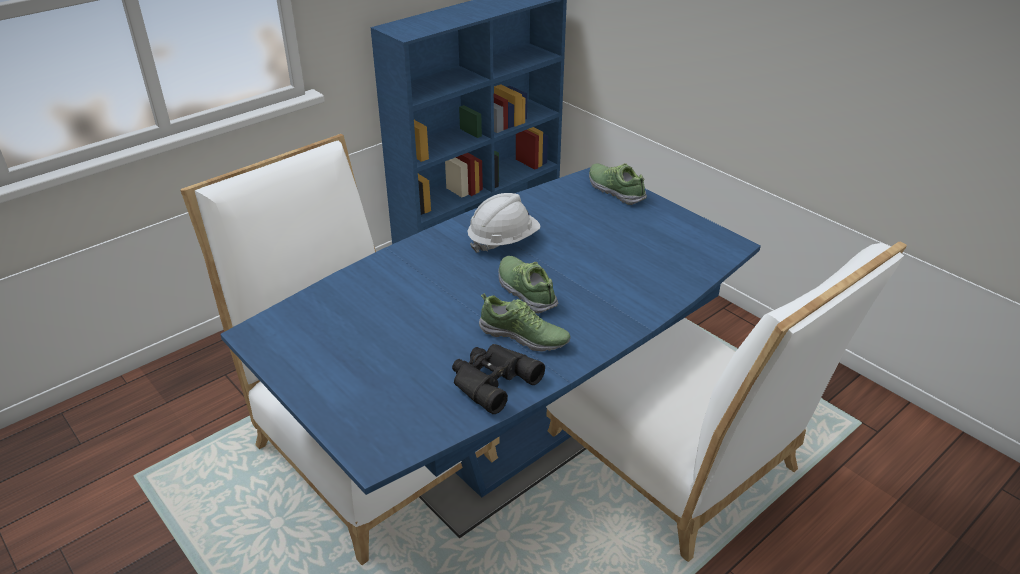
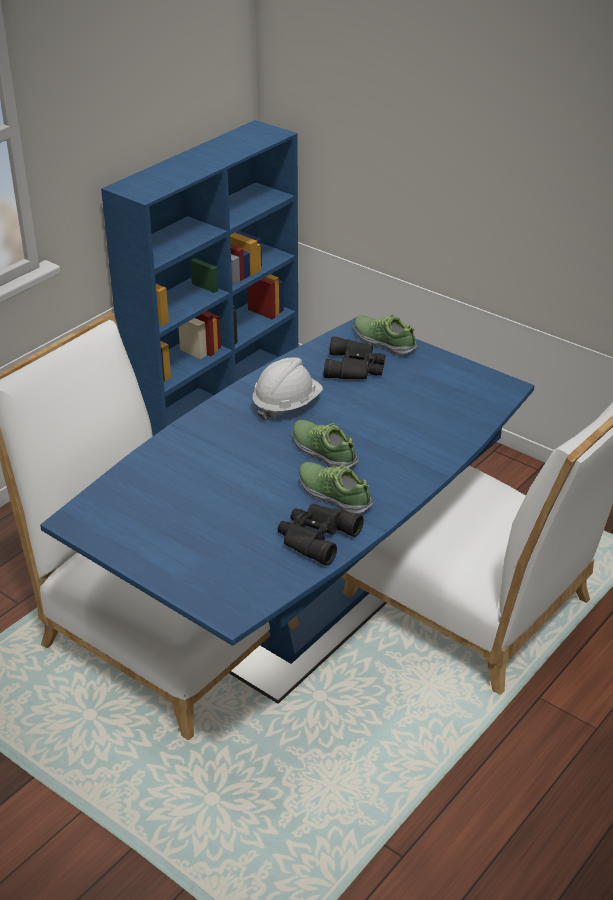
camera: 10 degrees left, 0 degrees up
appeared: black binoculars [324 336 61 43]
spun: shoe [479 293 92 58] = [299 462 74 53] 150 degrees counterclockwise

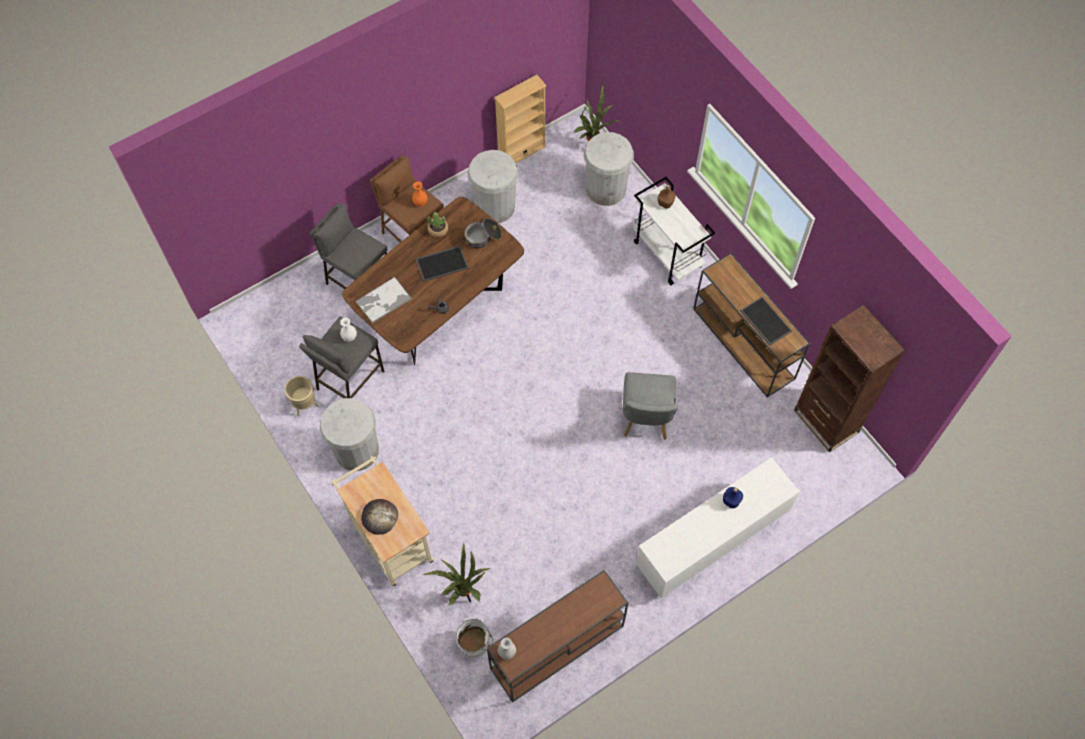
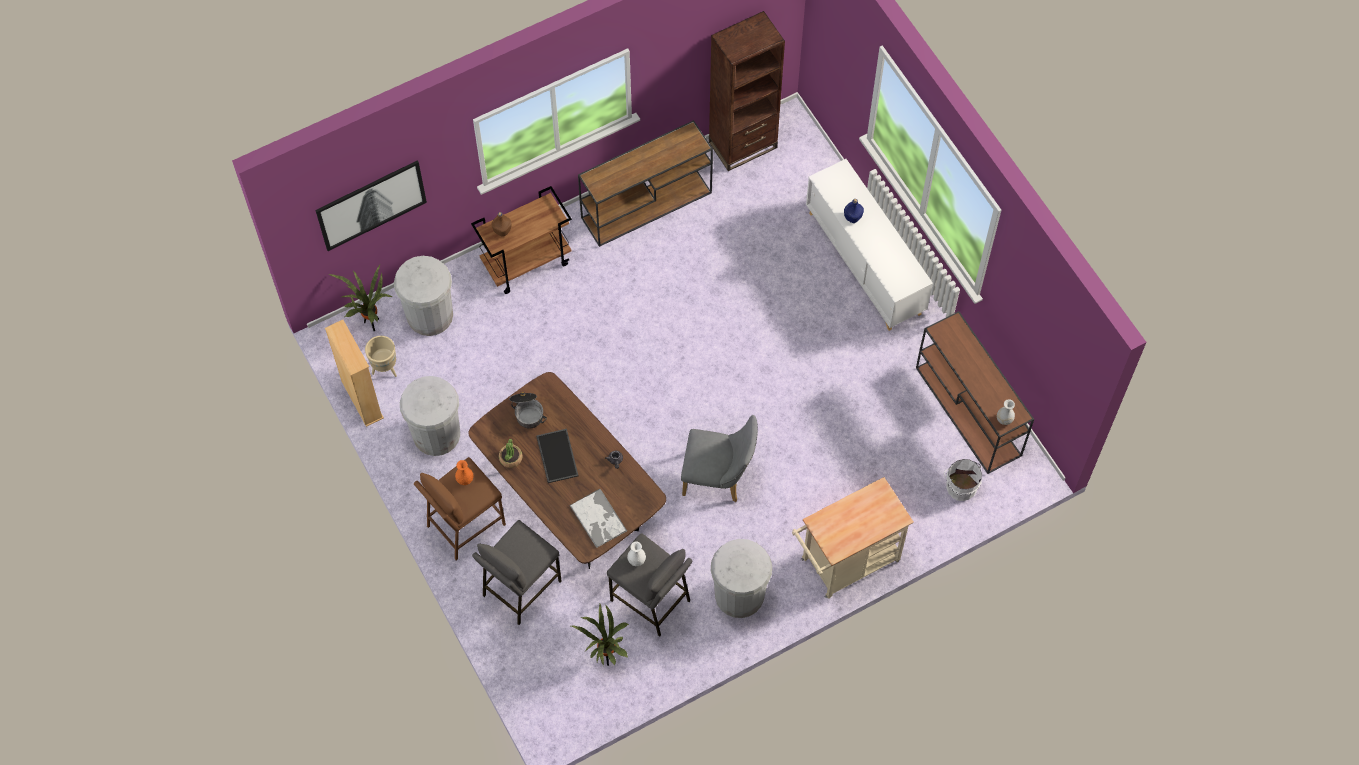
camera: 85 degrees left, 0 degrees up
missing: bakery bread [361 499 37 36]; serving tray [740 297 52 48]
appeared: wall picture [315 160 112 91]
relocated: beige-coloured flower pot [285 376 34 41] to [365 336 32 41]; plant in a pot [423 543 68 63] to [569 604 60 62]; grey plain chair [623 372 55 68] to [681 415 77 87]
colour: whitish trolley [633 177 82 108] to brown-coloured trolley [471 186 101 108]

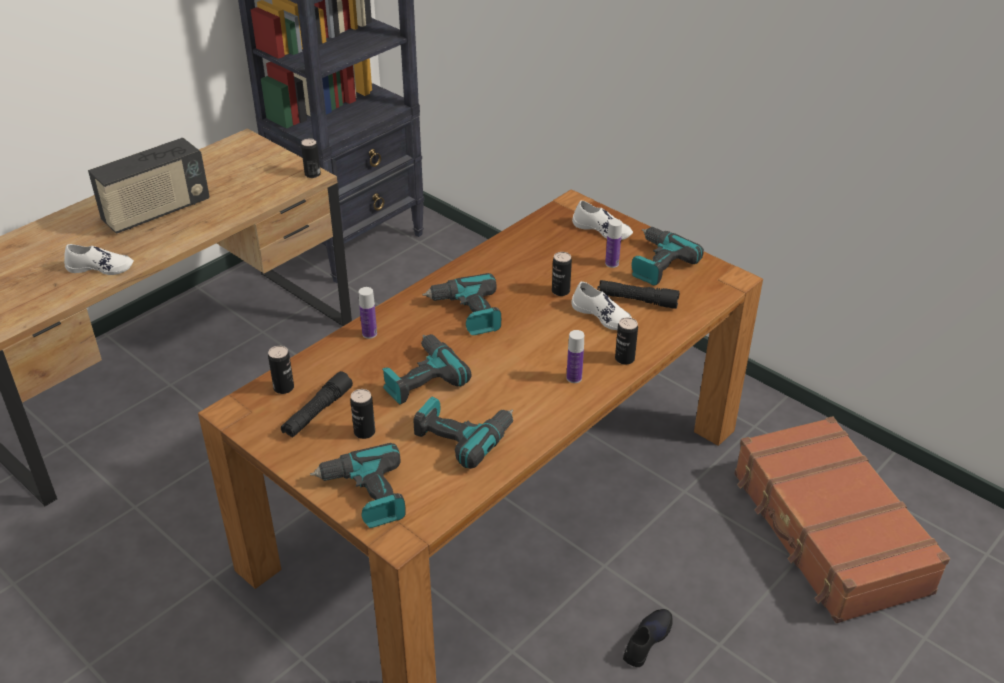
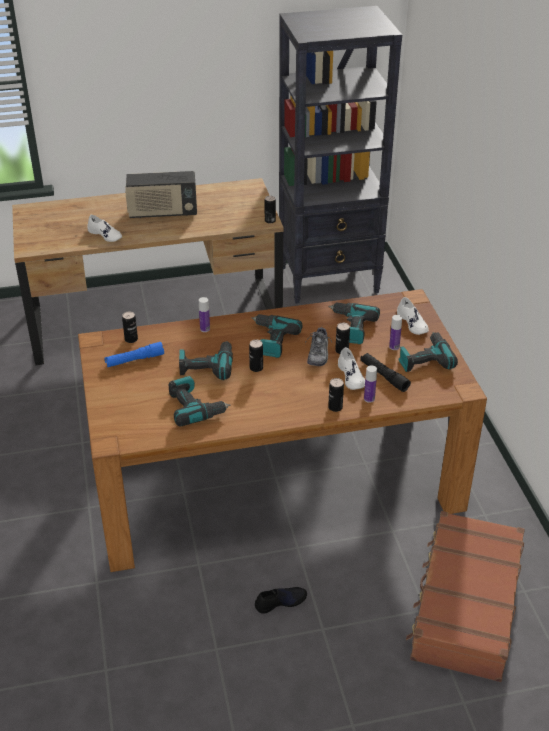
camera: 35 degrees right, 0 degrees up
appeared: shoe [305 327 27 39]
relocated: electric drill [310 443 96 85] to [329 302 51 42]; metal can [350 389 25 50] to [249 340 14 32]; drink bottle [566 330 18 53] to [364 365 13 38]
colour: black hand torch [281 371 72 67] to bluish hand torch [104 342 60 25]

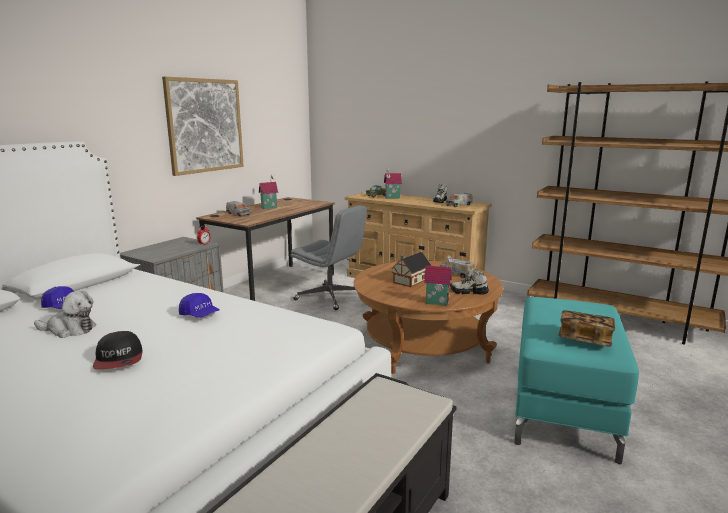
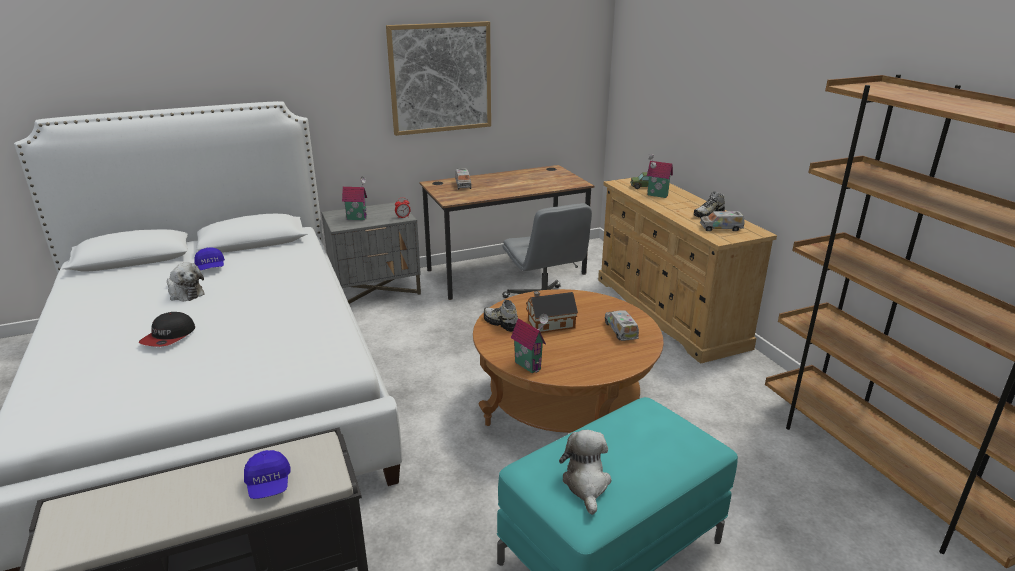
camera: 35 degrees right, 10 degrees up
relocated: bluish cap [179 293 41 25] to [244 450 47 49]; toy house [259 175 19 34] to [342 176 25 44]; shoe [450 269 39 26] to [484 300 34 32]
exchanged: book [558 310 57 37] to soft toy [559 430 52 85]

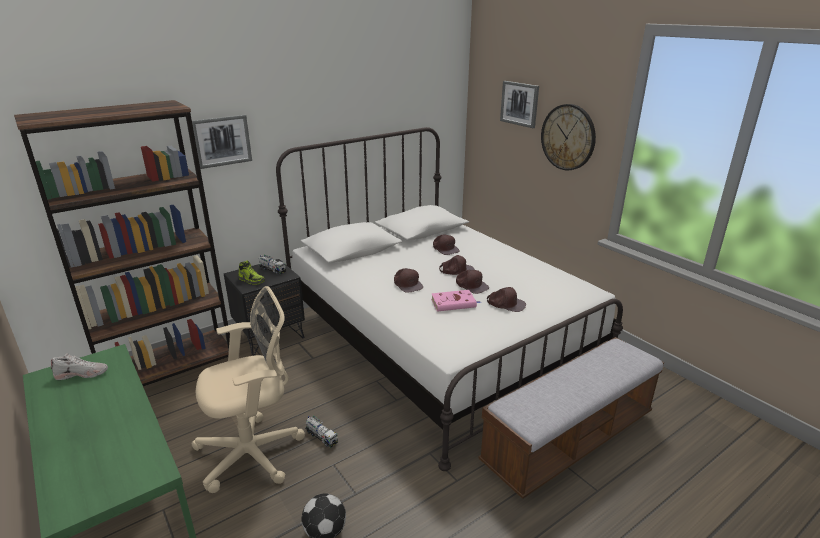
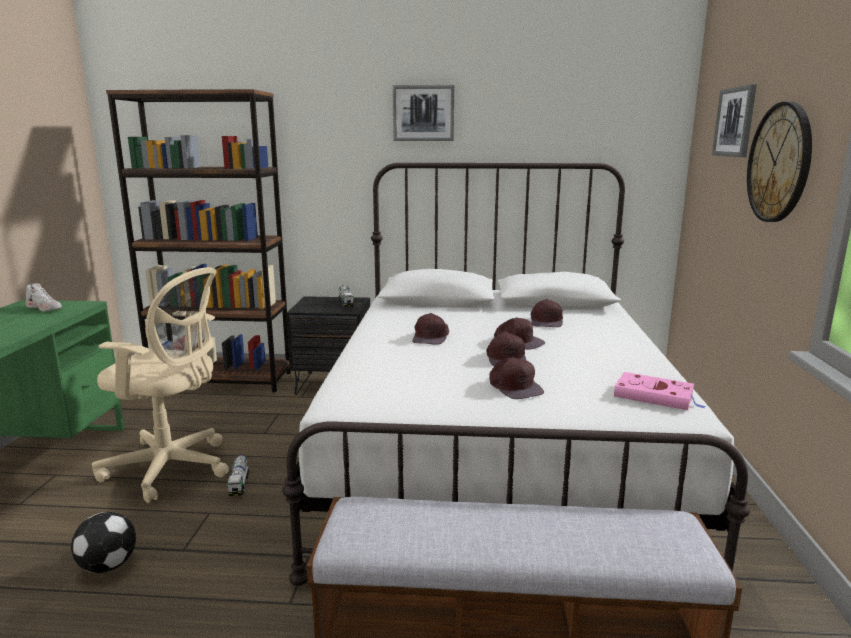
camera: 40 degrees right, 10 degrees down
missing: shoe [238 260 27 25]
relocated: wall picture [192 115 60 54] to [392 85 63 56]; pink-coloured book [431 290 50 22] to [614 372 92 38]

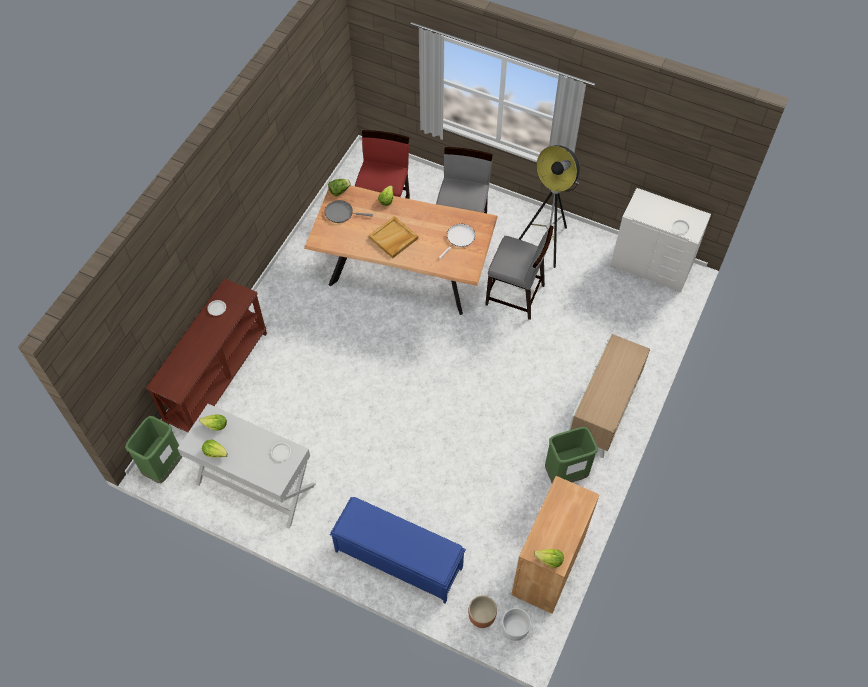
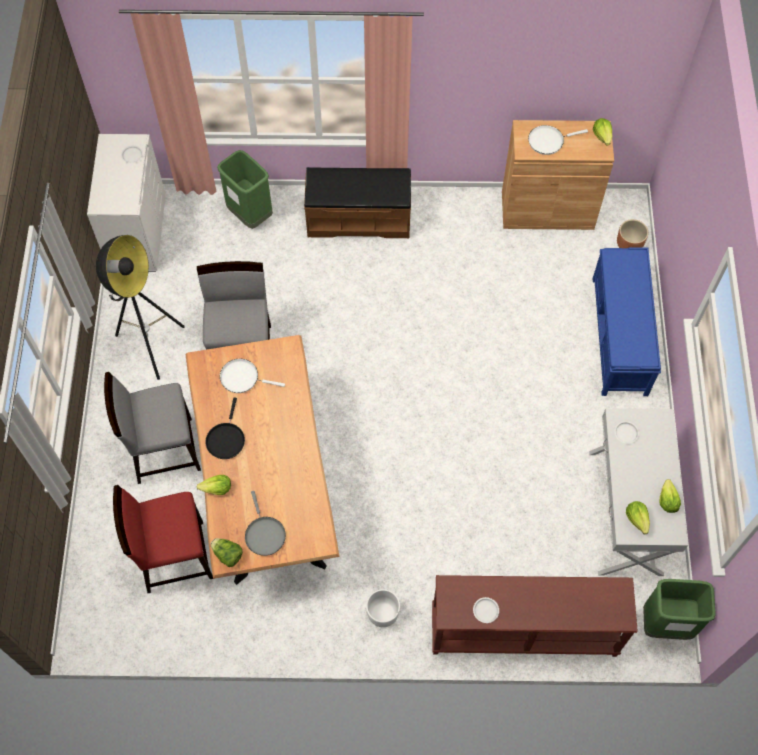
camera: 115 degrees left, 5 degrees up
missing: beige-coloured serving tray [369 216 49 42]
appeared: black pan [205 397 40 62]; whitish pan [528 125 60 30]
relocated: whitish flower pot [502 608 29 33] to [366 589 34 38]; greenish trash can [545 427 53 56] to [217 150 56 79]
exchanged: cupboard [569 333 81 125] to brown-coloured long seat [304 167 107 72]

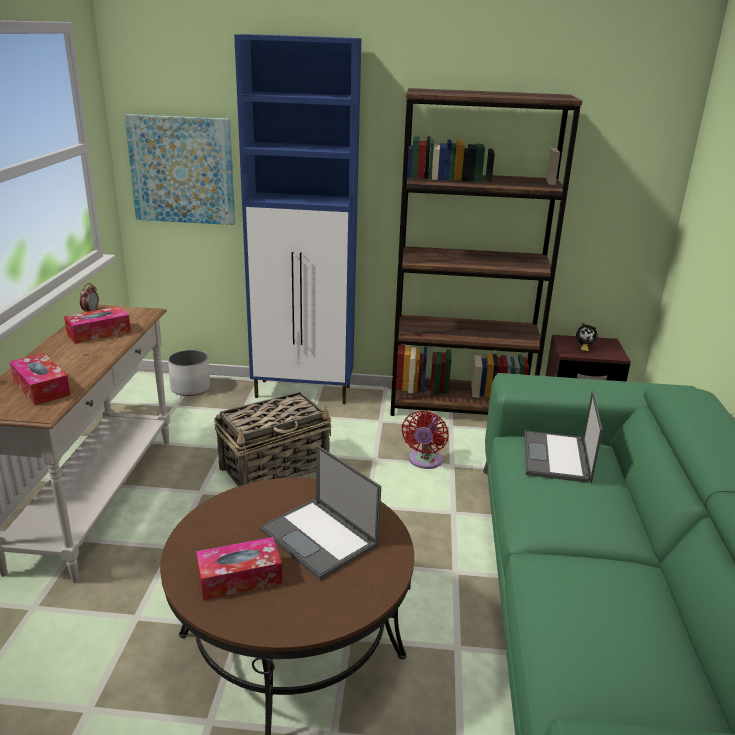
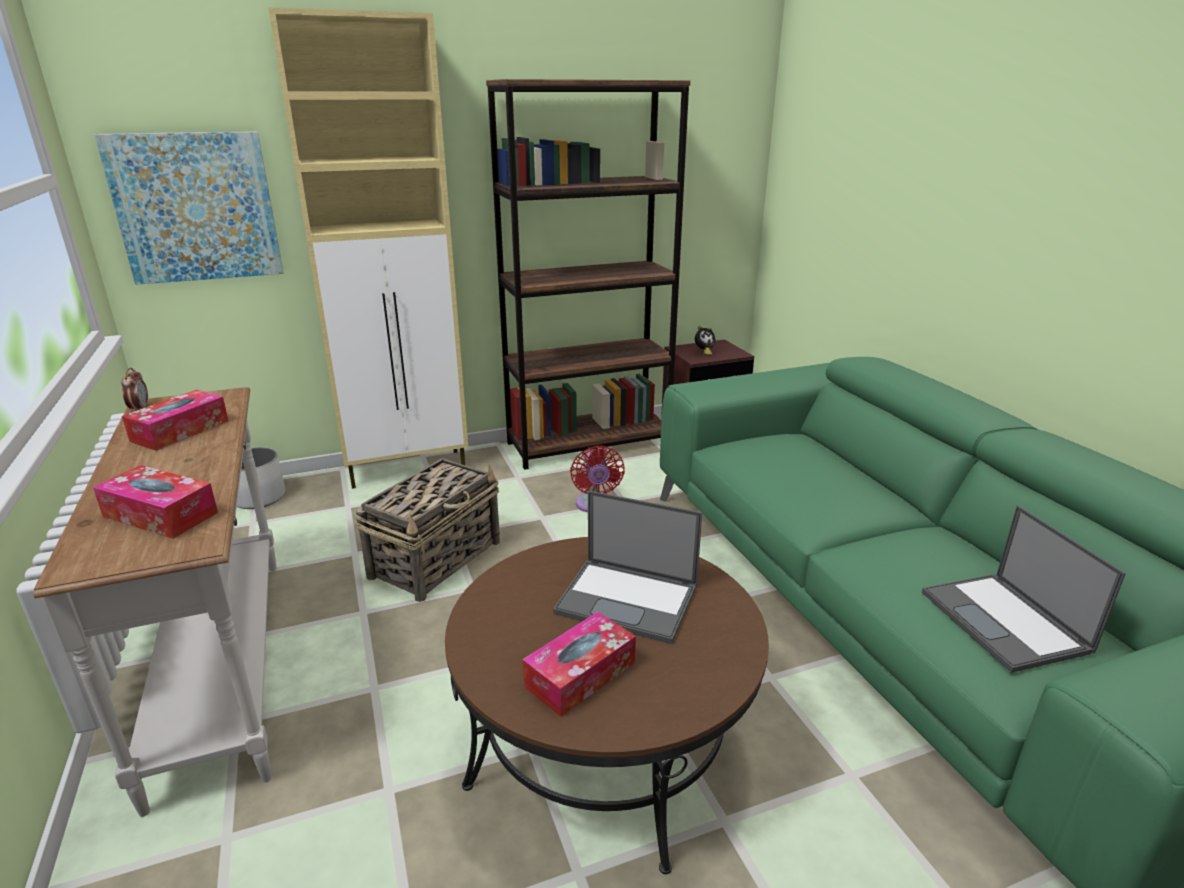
camera: 25 degrees left, 0 degrees up
relocated: laptop [524 391 79 92] to [922 505 204 168]
colour: bluish cupboard [234 34 127 370] to beige-coloured cupboard [268 7 200 482]

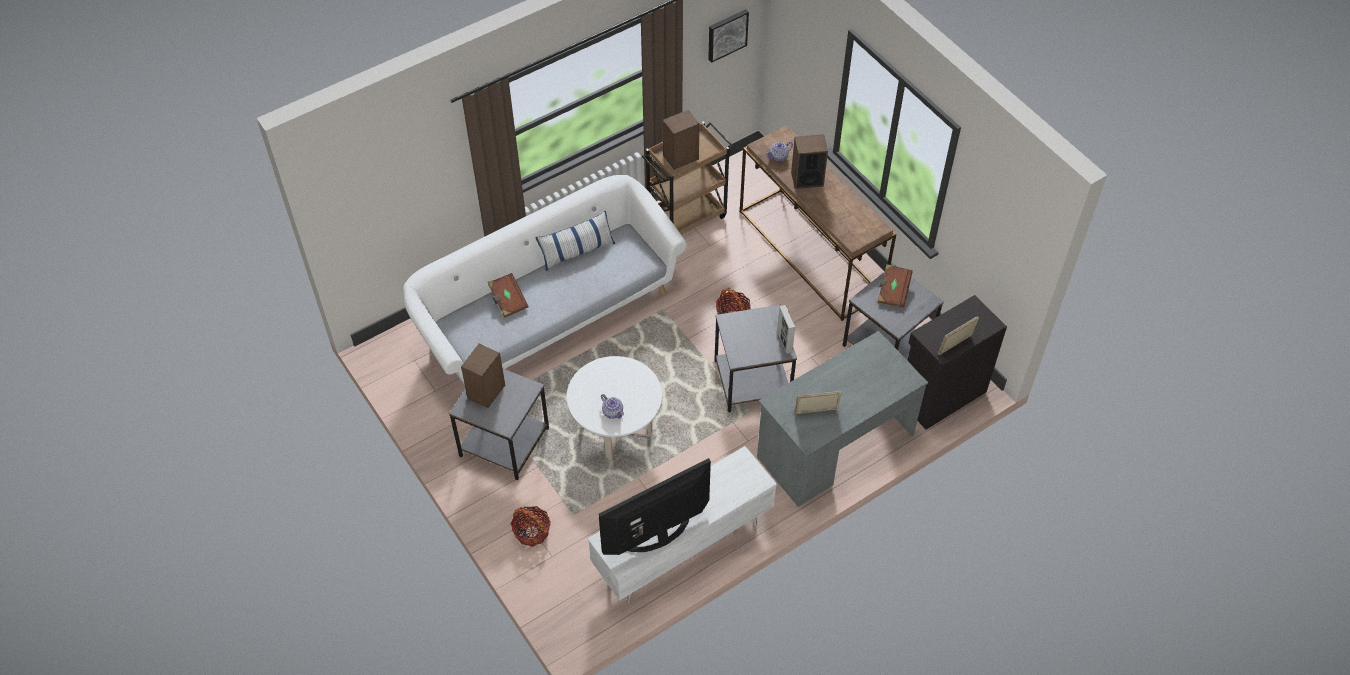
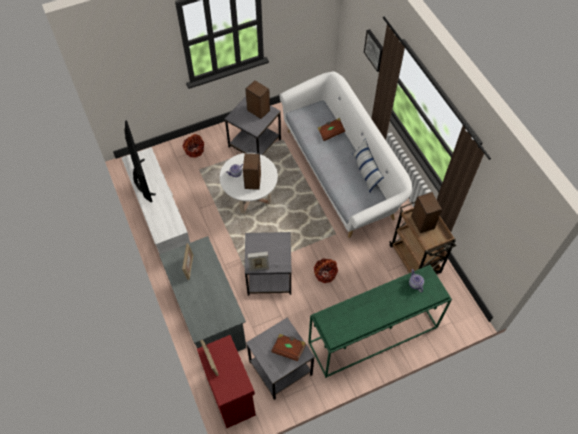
camera: 100 degrees right, 5 degrees up
relocated: wall picture [708 9 41 54] to [364 29 19 43]; speaker [791 135 37 54] to [243 153 18 37]
colour: brown-coloured narrow table [740 125 156 196] to greenish narrow table [308 265 144 113]; black cupboard [907 295 100 134] to reddish cupboard [197 335 59 93]

